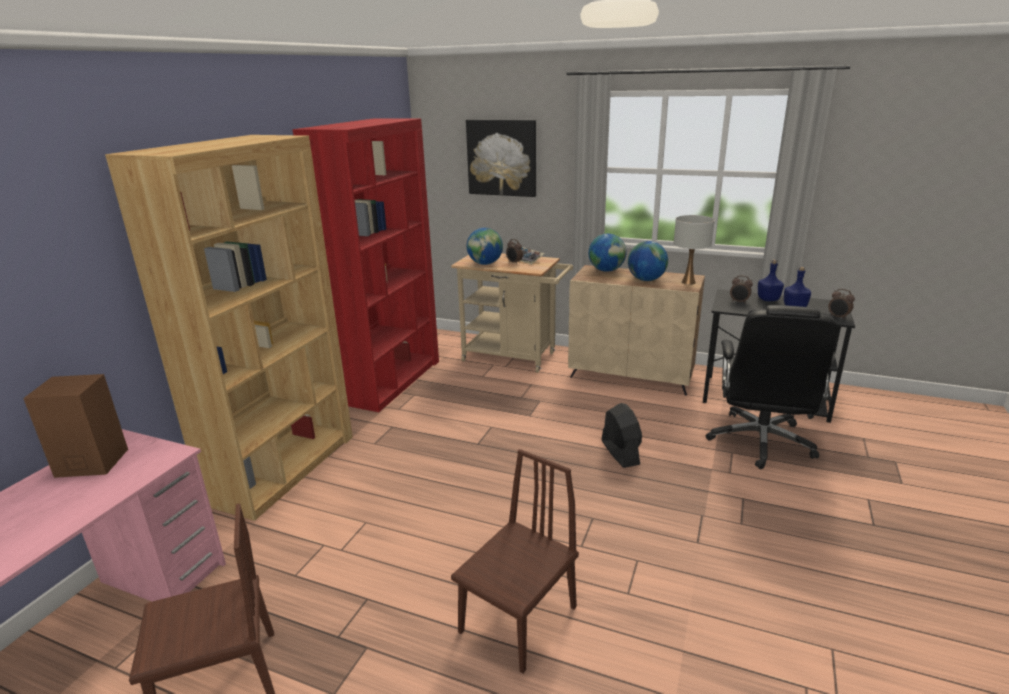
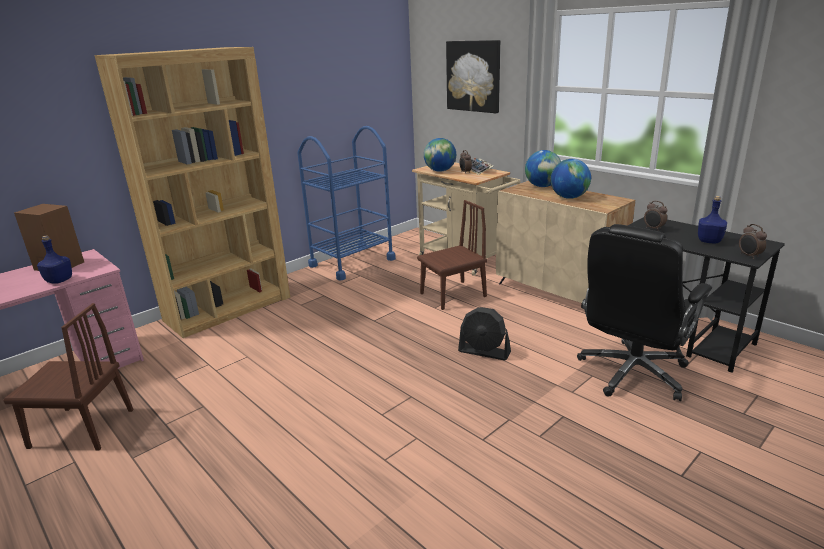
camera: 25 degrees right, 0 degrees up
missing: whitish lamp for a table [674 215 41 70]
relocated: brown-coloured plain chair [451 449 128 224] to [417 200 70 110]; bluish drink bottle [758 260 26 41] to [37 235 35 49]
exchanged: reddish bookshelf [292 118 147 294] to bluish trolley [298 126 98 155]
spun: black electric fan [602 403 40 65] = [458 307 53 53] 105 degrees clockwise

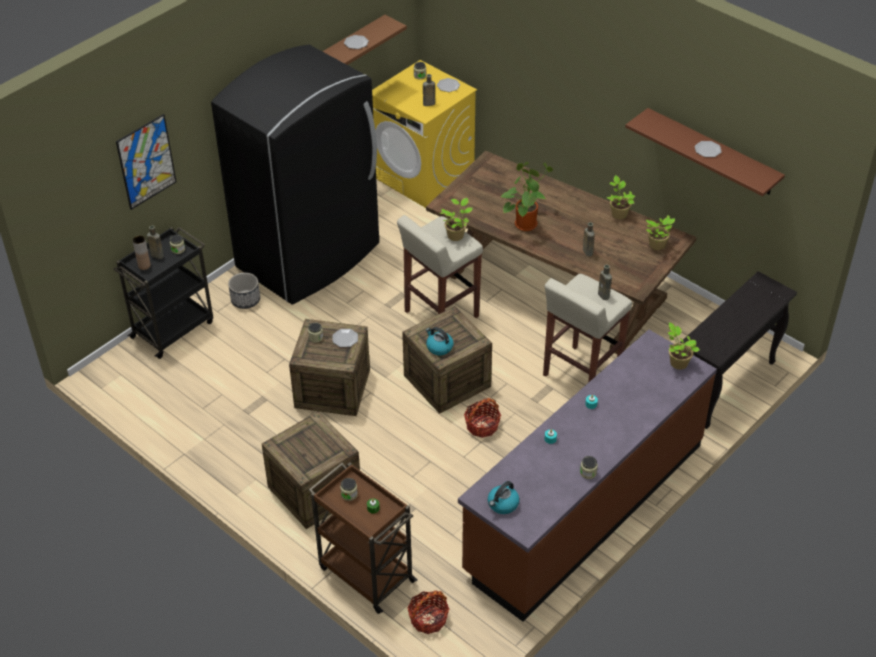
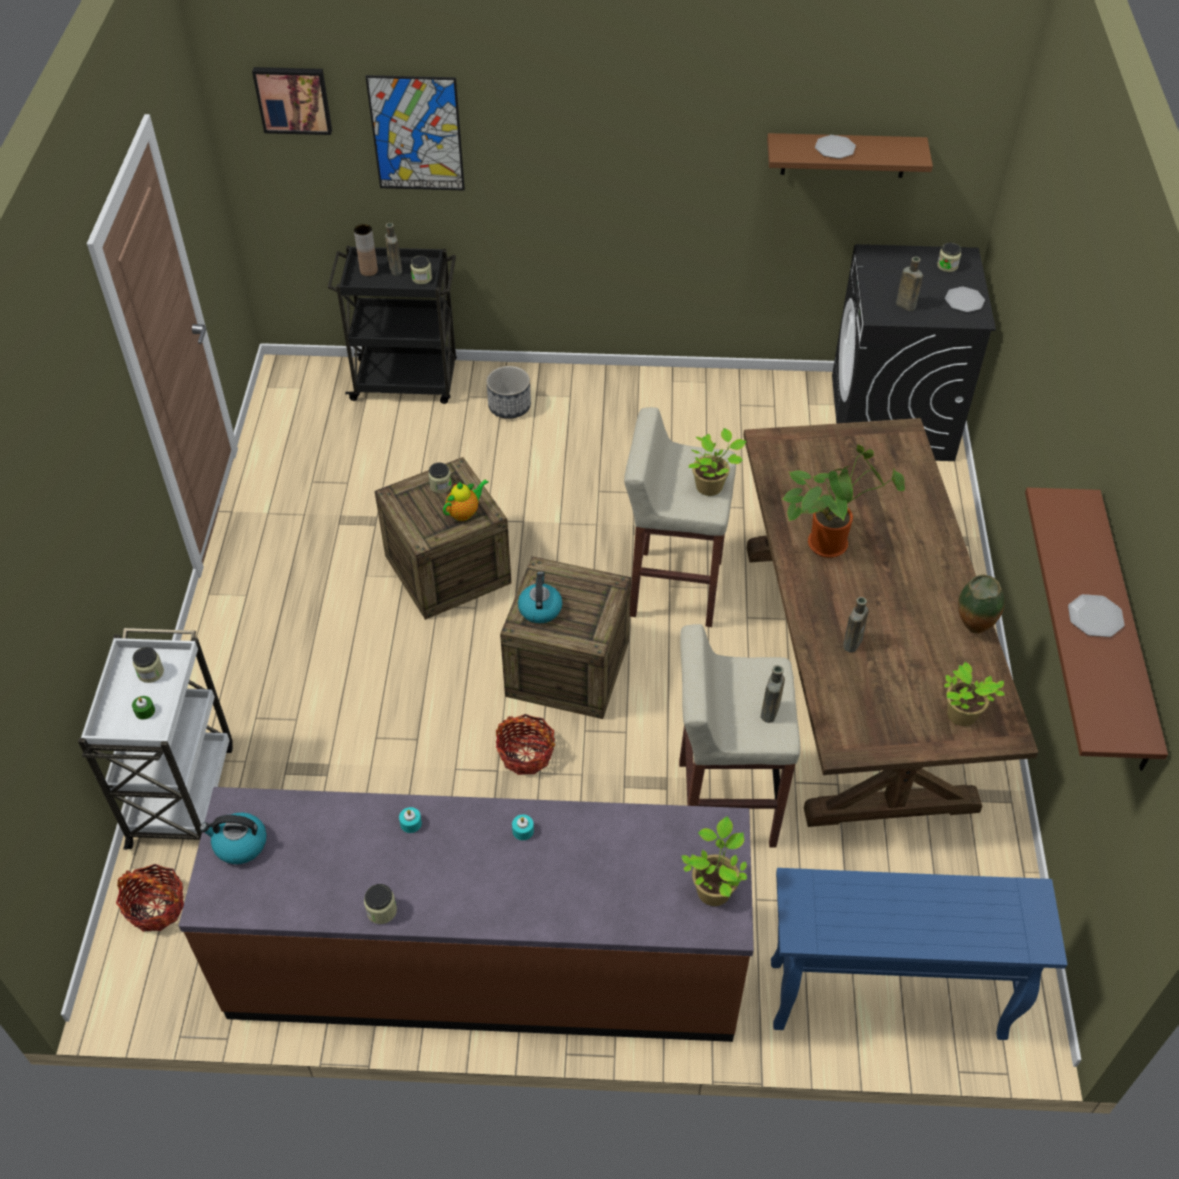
camera: 50 degrees right, 5 degrees up
missing: black refrigerator [211 45 168 260]; packing crate [262 411 98 118]
appeared: wall picture [252 67 80 68]
exchanged: plate [332 329 26 18] to pot for tea [443 479 46 42]; plant in a pot [607 175 28 44] to vase [958 575 47 59]
colour: brown-coloured trolley [309 463 109 151] to whitish trolley [78 628 155 222]; yellowish laundry appliance [372 60 105 148] to black laundry appliance [832 244 164 217]; black narrow table [680 271 117 158] to bluish narrow table [771 868 296 172]

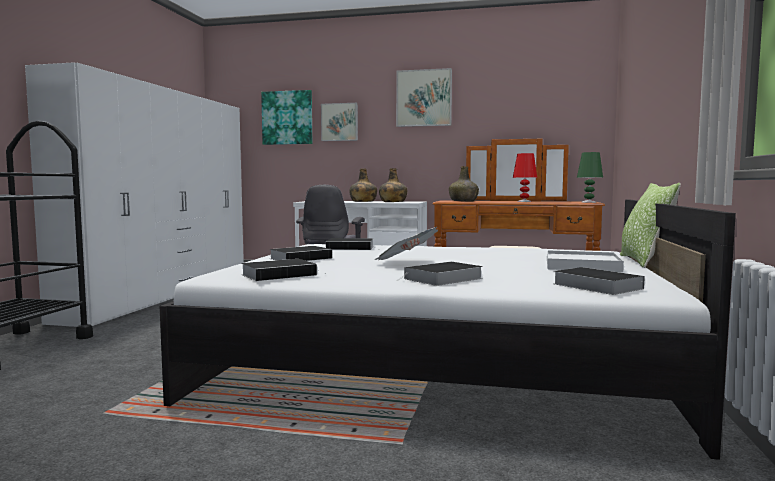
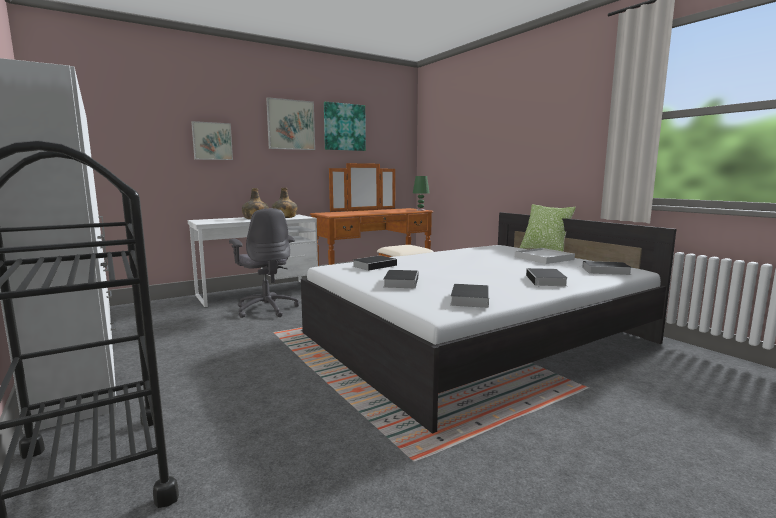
camera: 45 degrees left, 5 degrees up
missing: printed paper [375 227 63 33]; greenish drink bottle [449 166 30 36]; reddish lamp for a table [513 153 24 49]
relocated: wall picture [261 90 51 55] to [324 102 42 49]

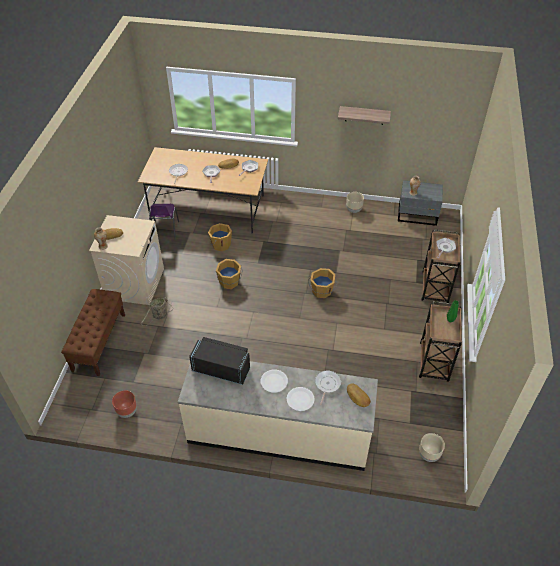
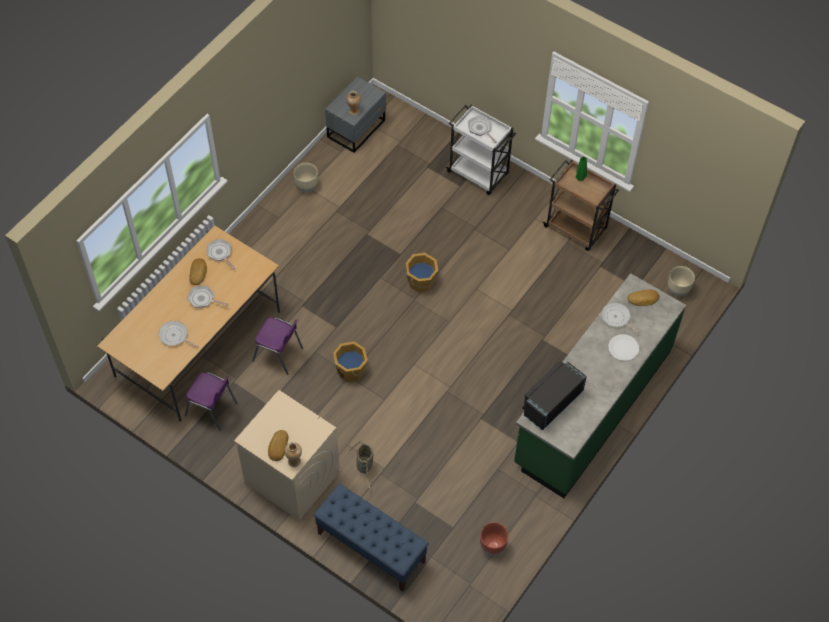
camera: 65 degrees left, 10 degrees up
missing: whitish plate [261 370 27 23]; shelf [338 106 53 19]
exchanged: orangey pail [208 223 24 28] to purple plain chair [252 317 51 58]
colour: brown-coloured long seat [61 289 64 87] to bluish long seat [314 483 115 109]; beige-coloured kitchen base unit [178 361 200 110] to greenish kitchen base unit [514 273 172 225]; brown-coloured trolley [421 229 39 74] to whitish trolley [446 105 70 90]

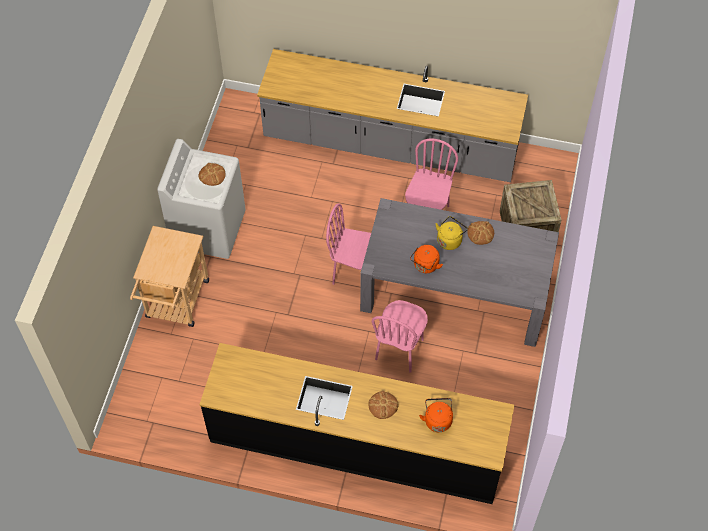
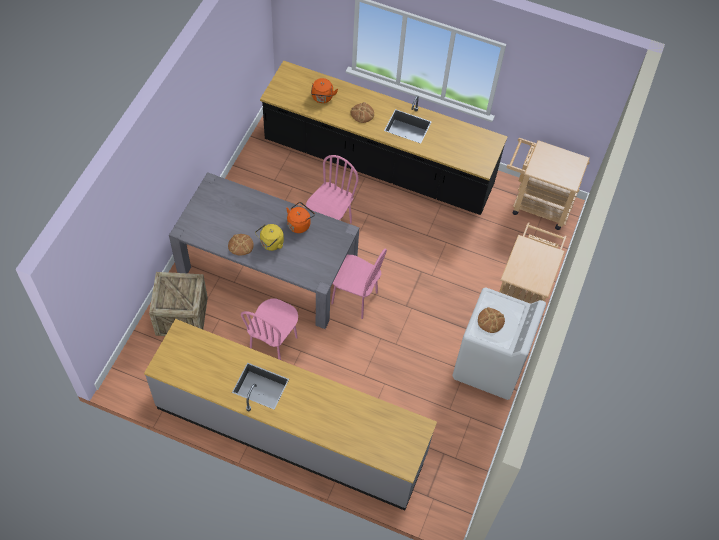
camera: 175 degrees left, 0 degrees up
appeared: beige-coloured trolley [506 138 84 92]

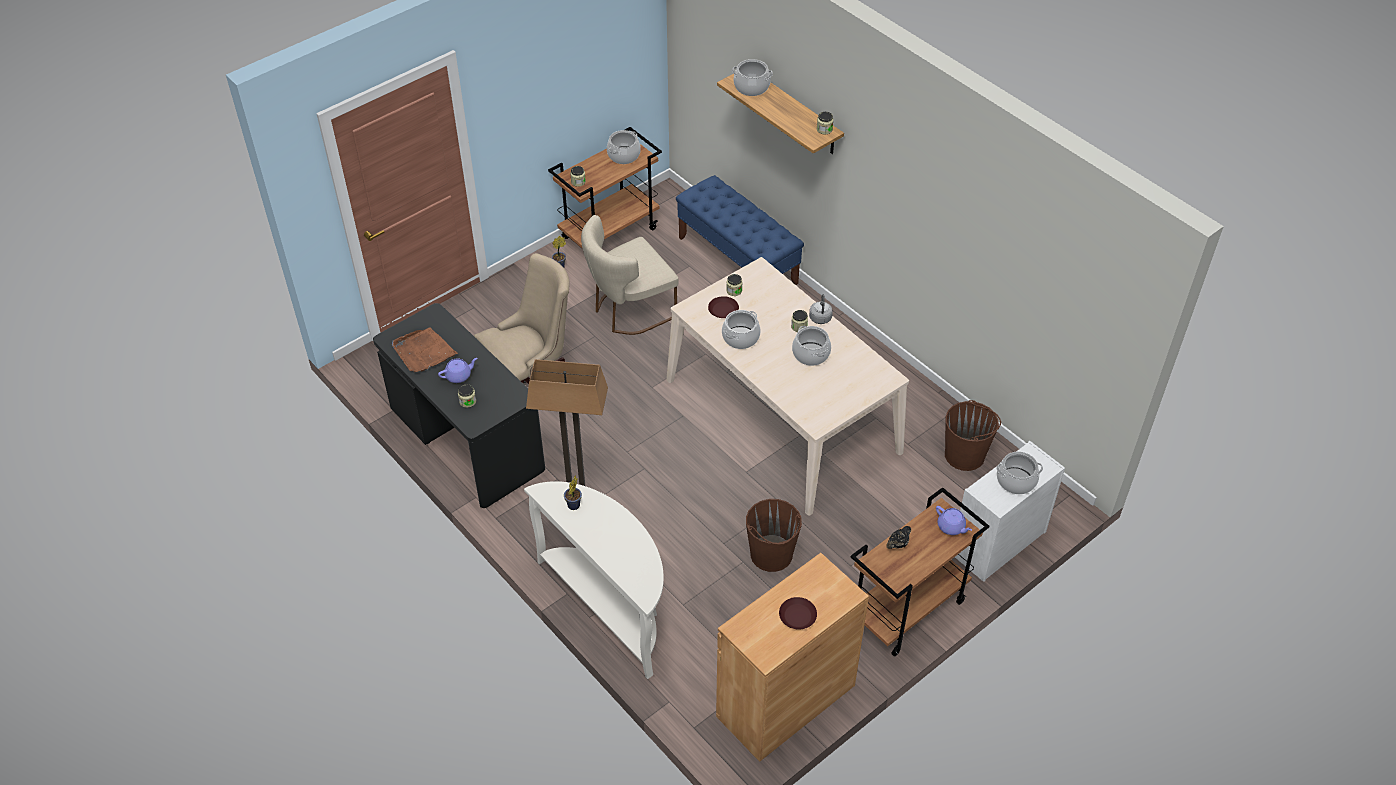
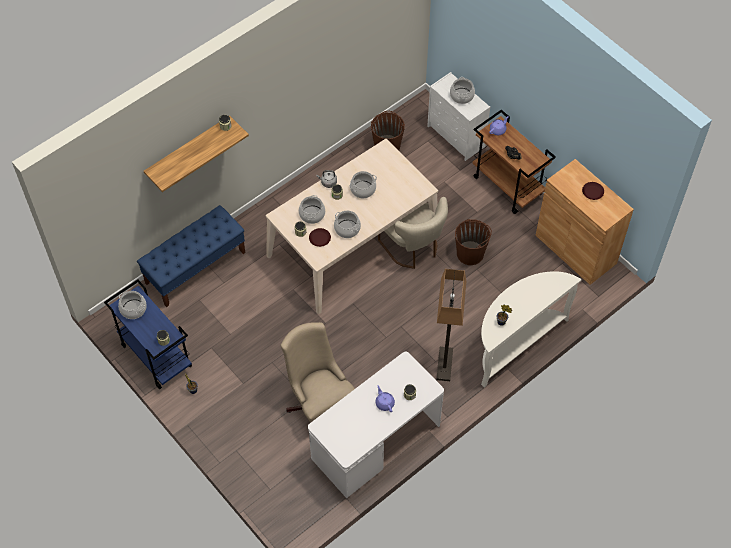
camera: 90 degrees left, 10 degrees up
missing: brown-coloured serving tray [392 327 66 45]
relocated: beige-coloured plain chair [581 215 97 120] to [378 197 70 72]; cooking pot [732 59 41 37] to [299 195 26 29]
colour: black desk table [373 303 172 205] to whitish desk table [308 352 136 146]; brown-coloured trolley [548 127 114 121] to bluish trolley [104 279 88 110]

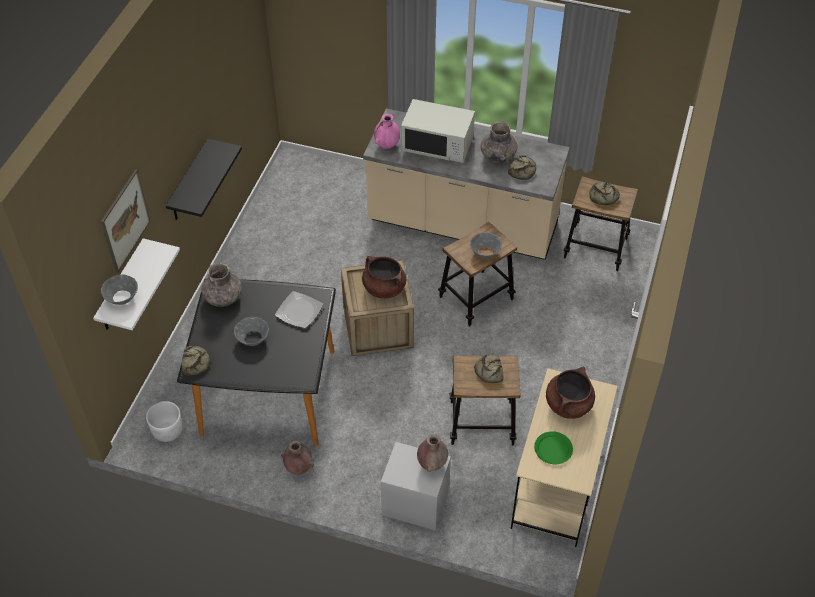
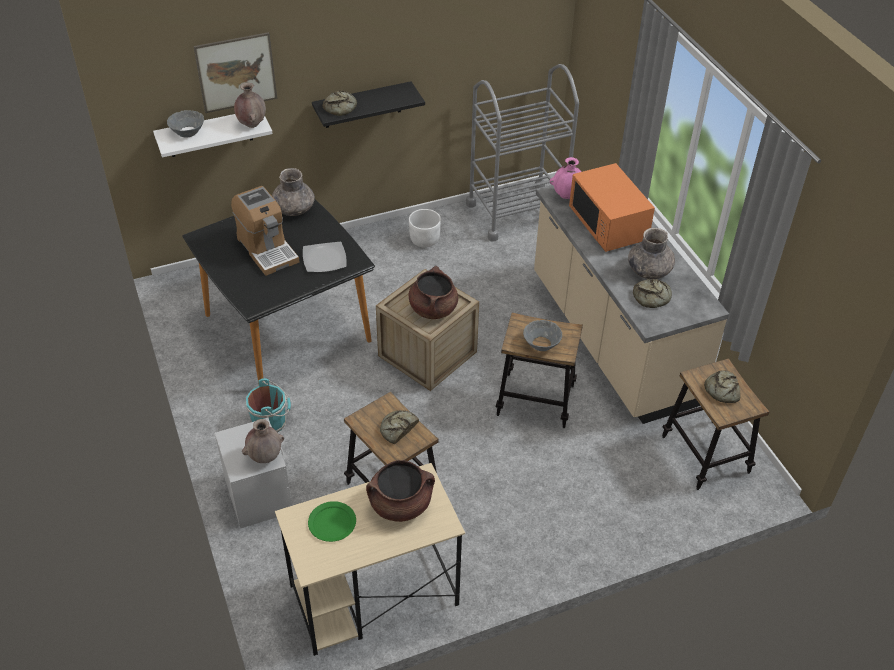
camera: 50 degrees right, 5 degrees down
appeared: turquoise-coloured pail [246 378 45 55]; grey trolley [466 64 113 177]
relocated: whitish flower pot [146 401 36 41] to [409 209 32 39]; bakery bread [182 346 28 30] to [323 91 34 25]; brown-coloured vase [281 440 33 35] to [234 83 32 45]
exchanged: grey deep dish [234 317 35 29] to coffee maker [231 186 69 90]
colour: whitish kitchen microwave [401 99 74 64] to orangey kitchen microwave [569 163 86 89]

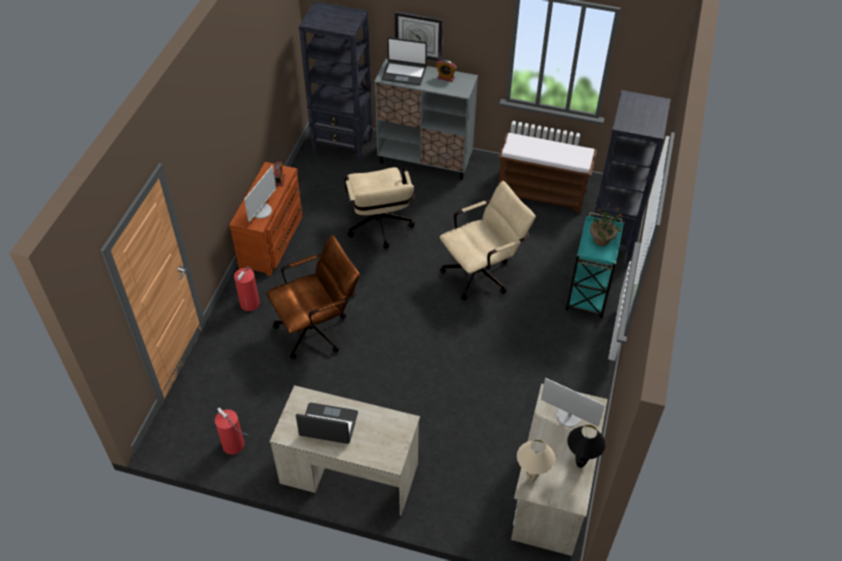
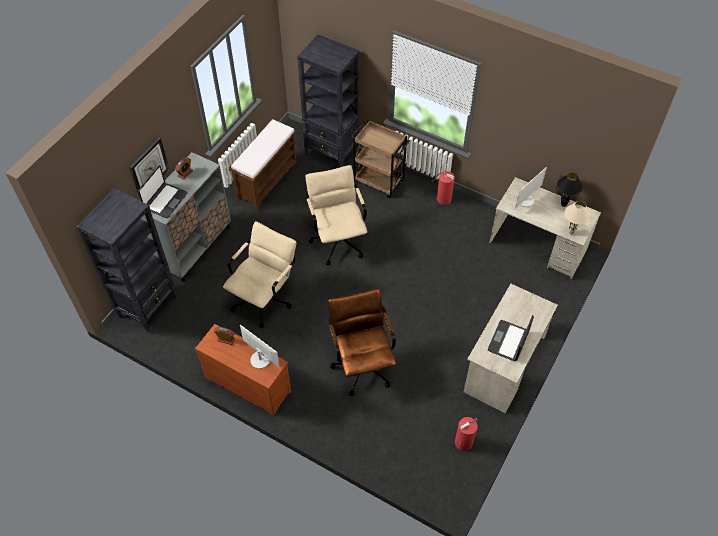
camera: 75 degrees left, 5 degrees up
missing: plant in a pot [590 203 32 43]
relocated: extinguisher [234 267 26 44] to [431 171 24 34]
colour: turquoise-coloured trolley [566 212 59 106] to brown-coloured trolley [351 120 59 78]
spun: beige-coloured computer chair [345 167 70 82] = [223 221 73 107] 60 degrees counterclockwise

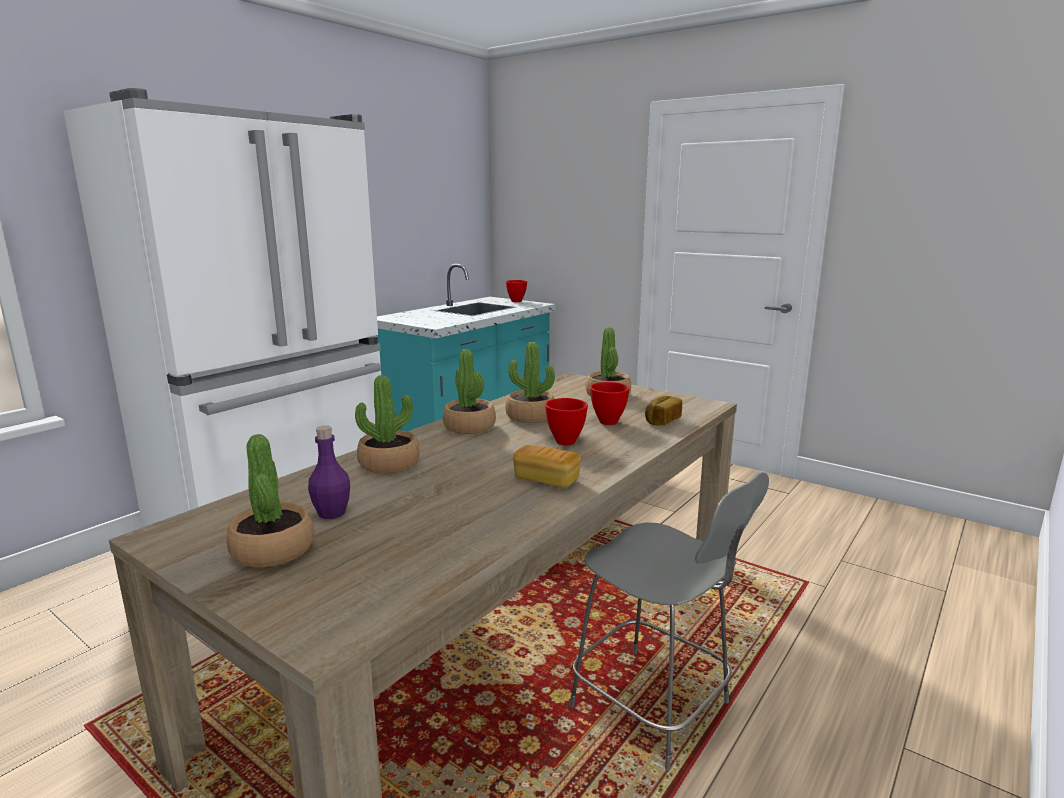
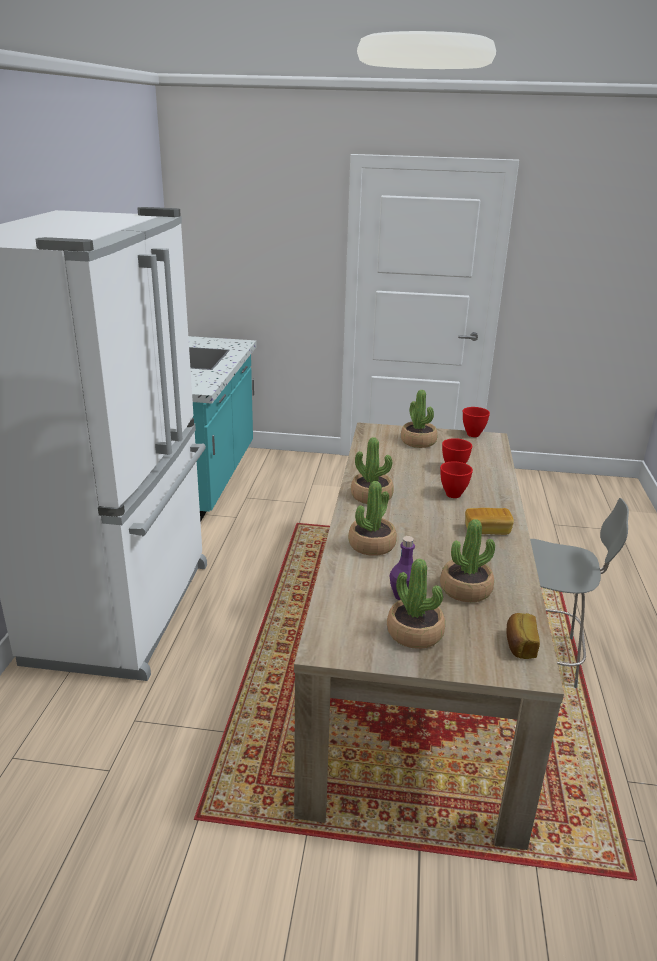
camera: 30 degrees left, 10 degrees up
relocated: plant in a pot [505 342 50 81] to [440 519 55 83]; reddish deep dish [506 280 21 22] to [463 407 27 30]; bakery bread [645 396 37 30] to [506 613 34 46]

